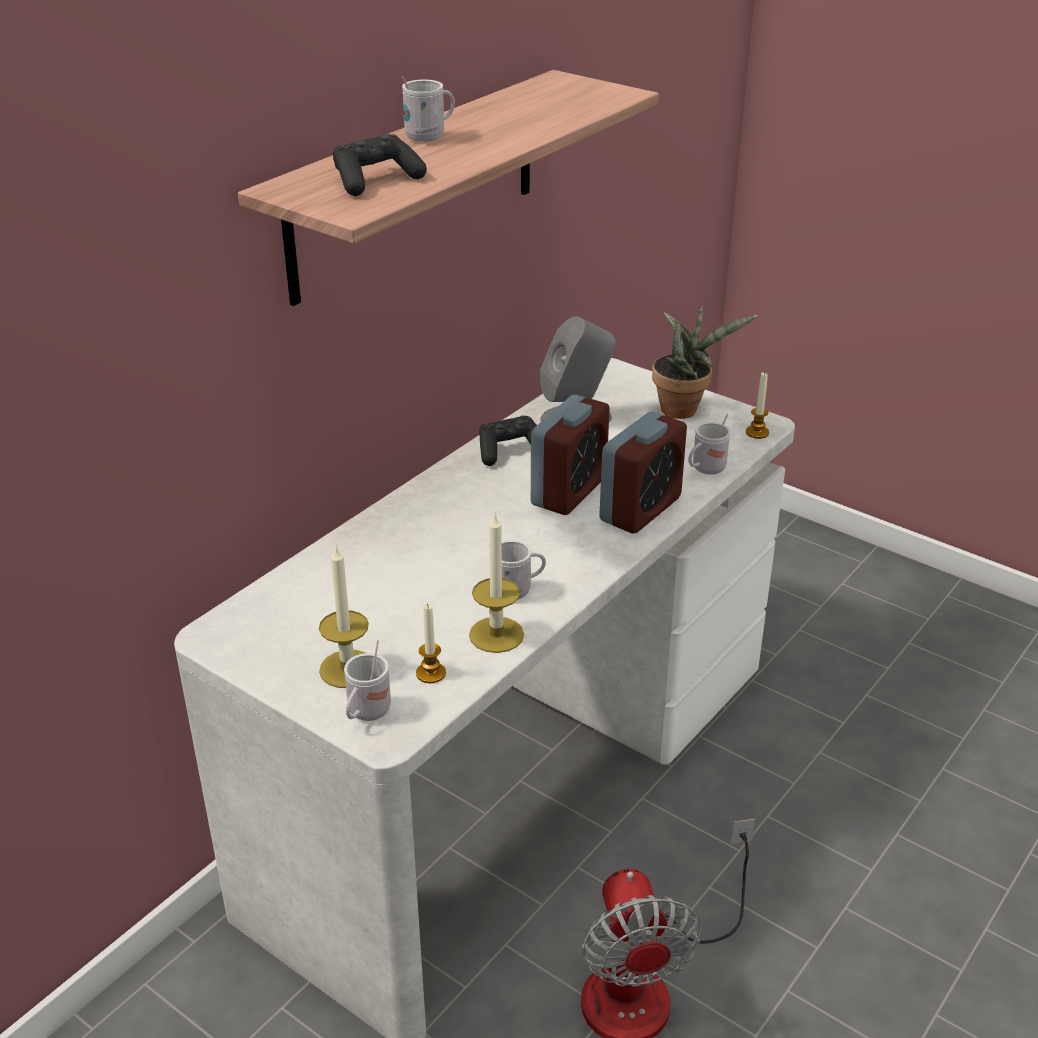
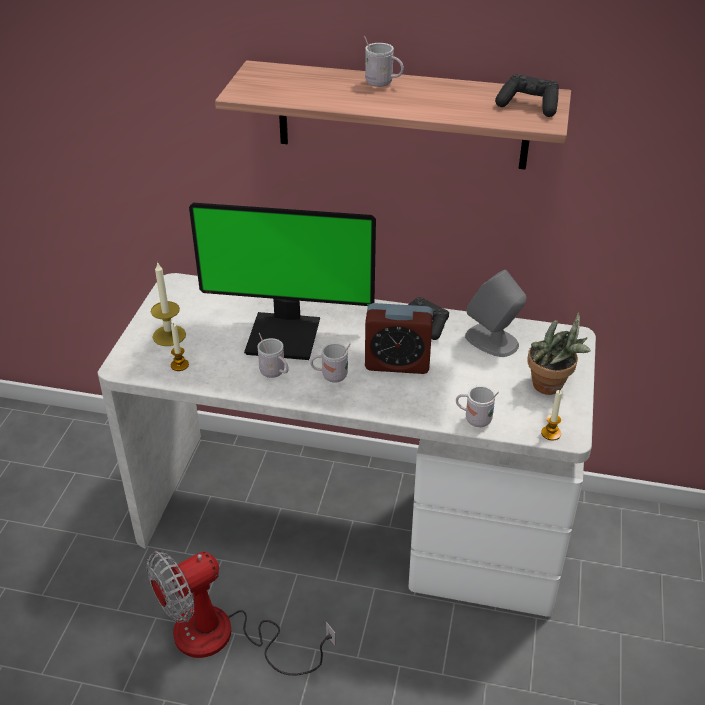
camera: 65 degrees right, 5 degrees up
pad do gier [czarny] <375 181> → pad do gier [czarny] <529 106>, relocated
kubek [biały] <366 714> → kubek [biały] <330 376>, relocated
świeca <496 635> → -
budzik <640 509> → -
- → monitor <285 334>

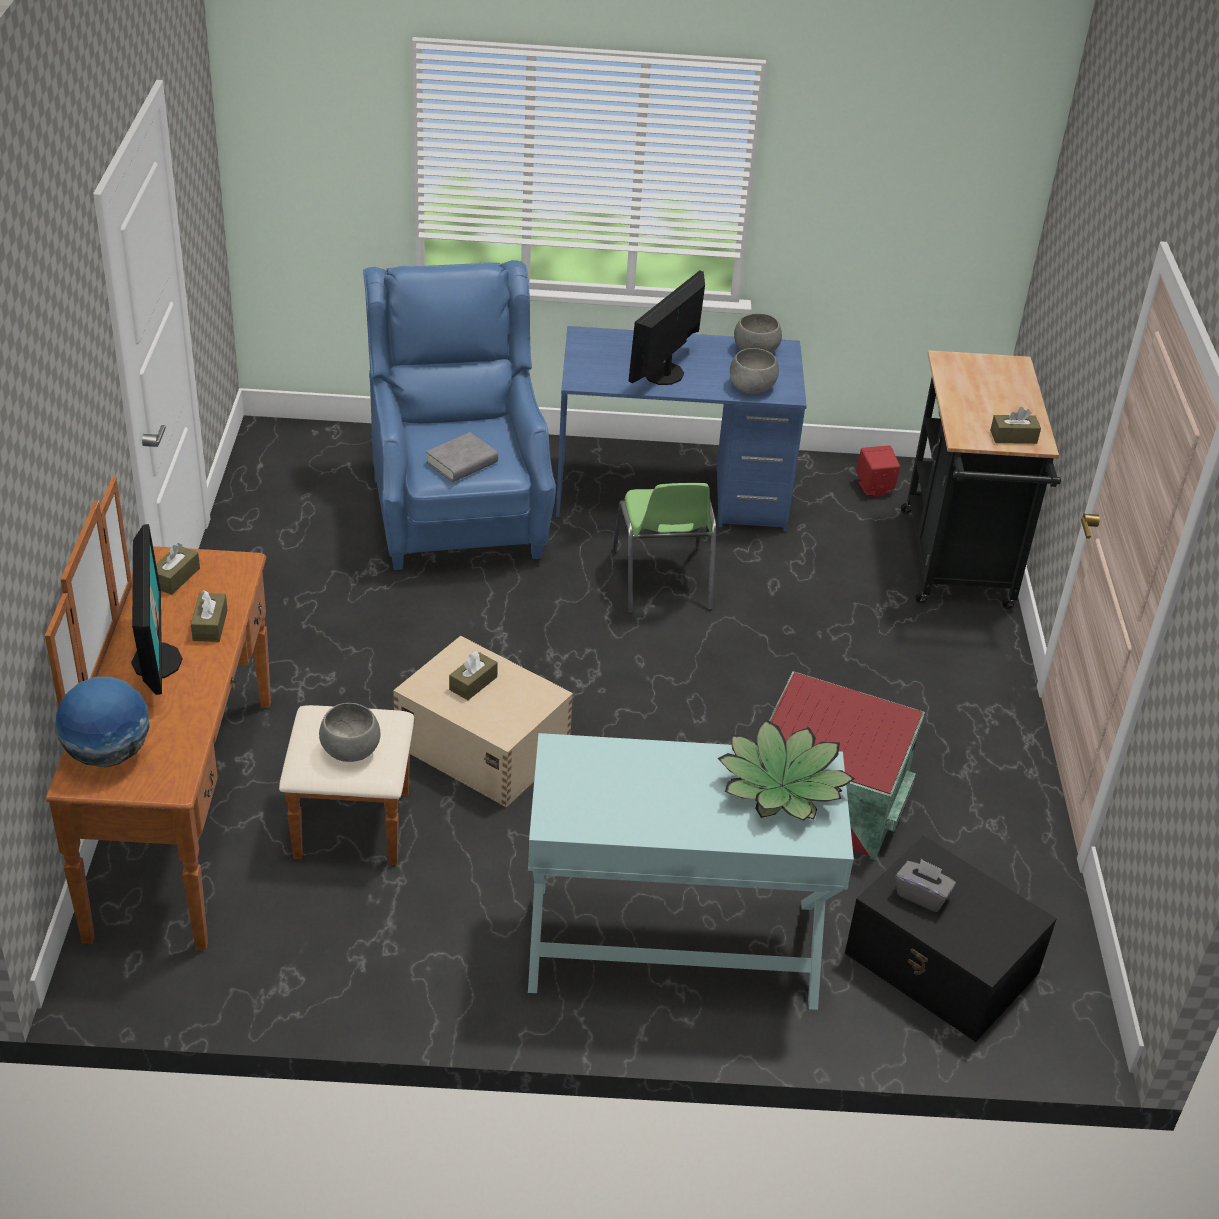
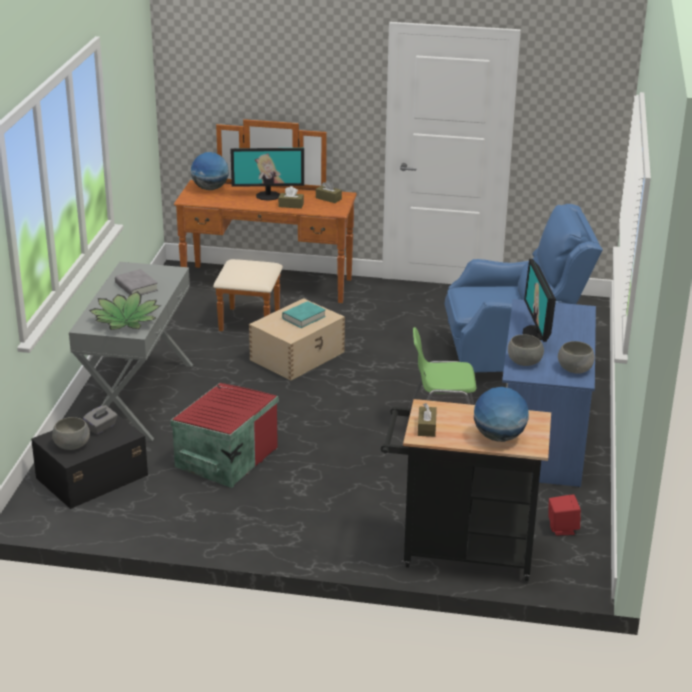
camera: 100 degrees right, 10 degrees down
miska [szary] <351 750> → miska [szary] <71 445>, relocated
książka [szary] <462 463> → książka [szary] <136 287>, relocated
pudełko chusteczek [brązowy] <473 683> → książka [turkusowy] <304 317>
stolik konsolowy [turkusowy] <672 946> → stolik konsolowy [szary] <138 397>
monitor <664 374> → monitor <536 333>, 135 degrees counterclockwise
- → globus <499 437>

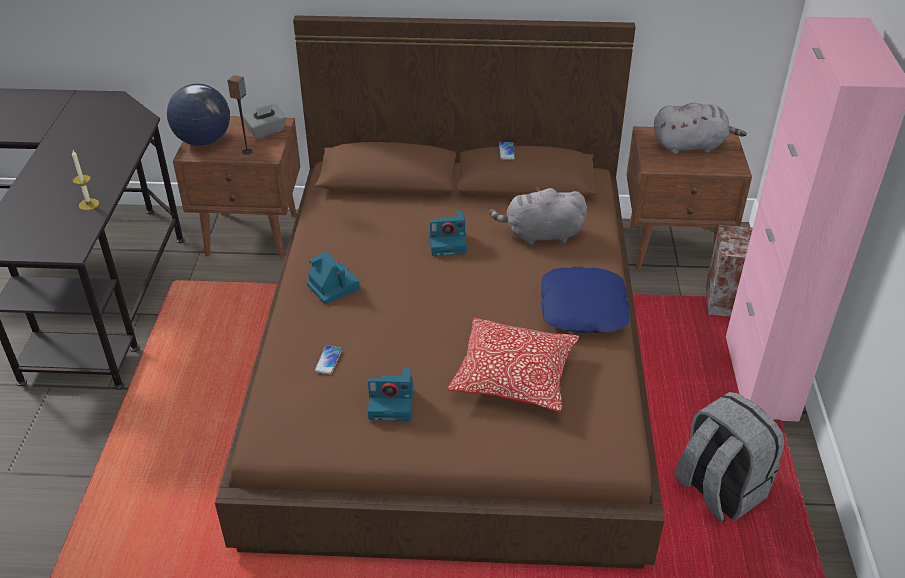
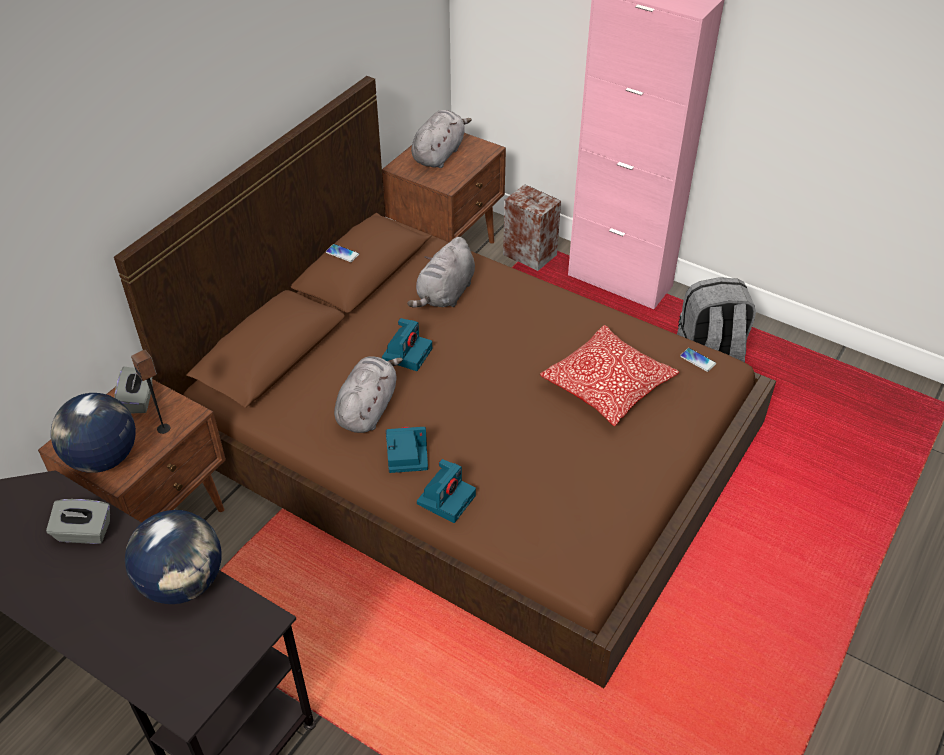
camera: 60 degrees left, 5 degrees up
świeca <89 204> → globus <183 583>
telefon <328 360> → telefon <697 360>, relocated
aparat fotograficzny <392 402> → aparat fotograficzny <446 498>, relocated
poduszka [niebieski] <584 308> → -
- → pudełko chusteczek [szary] <84 533>
- → pluszak [szary] <368 408>

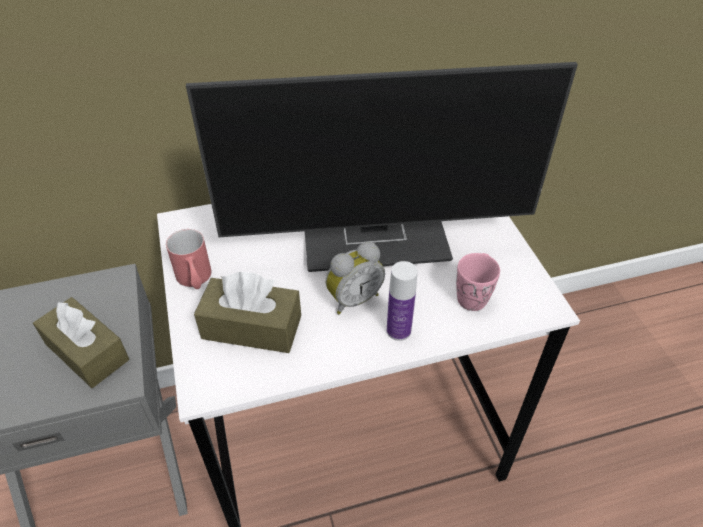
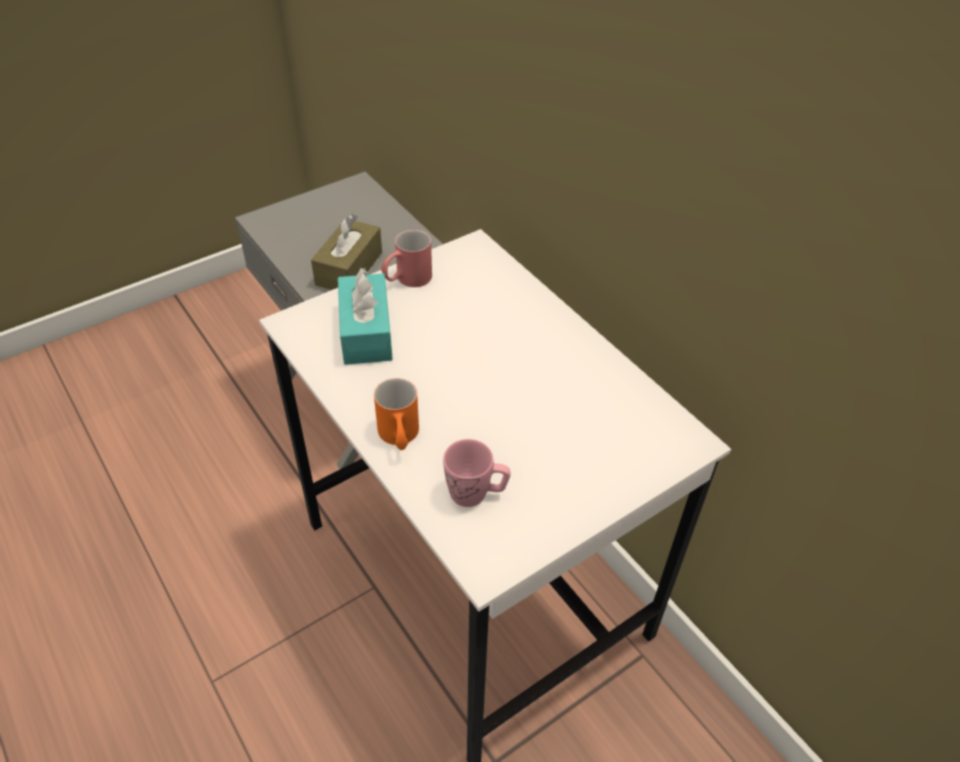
camera: 70 degrees right, 0 degrees up
monitor <377 236> → -
pudełko chusteczek [brązowy] <252 327> → pudełko chusteczek [turkusowy] <366 332>
budzik <353 298> → -
butelka <398 330> → kubek [pomarańczowy] <399 438>

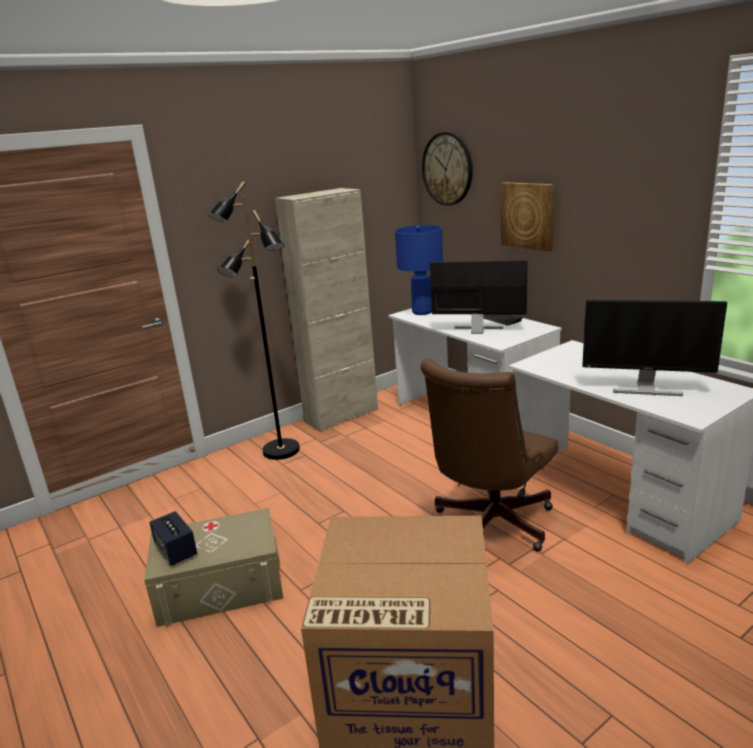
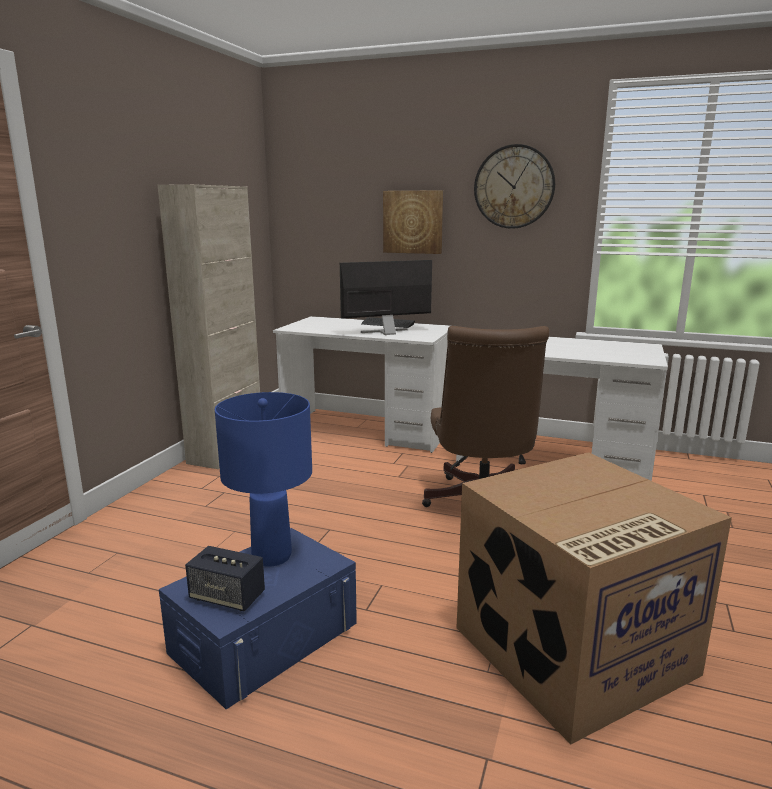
camera: 35 degrees left, 5 degrees down
pojemnik do przechowywania [beżowy] <220 585> → pojemnik do przechowywania [niebieski] <265 637>
lampa stojąca [czarny] <280 451> → -
lampa stołowa [niebieski] <422 312> → lampa stołowa [niebieski] <272 556>, relocated
zegar ścienny <447 169> → zegar ścienny <514 187>, relocated
monitor <645 388> → -

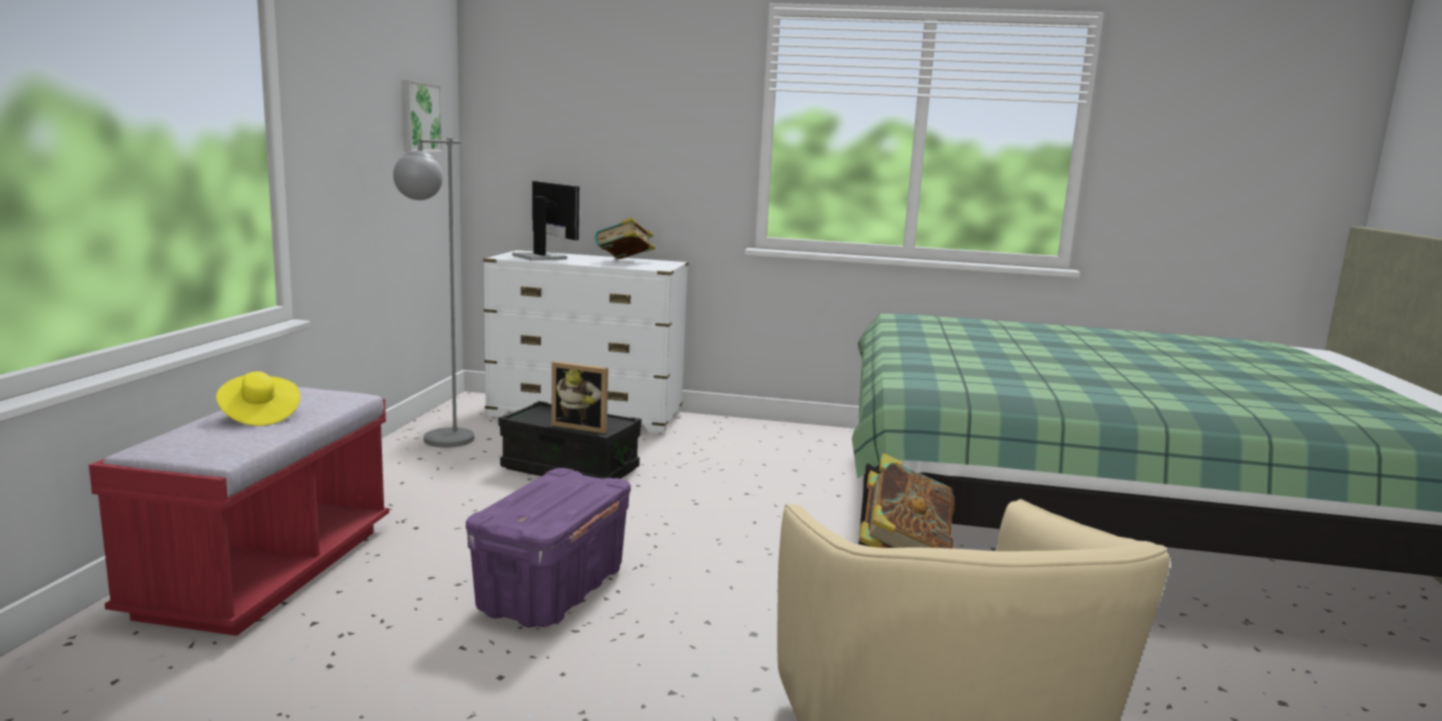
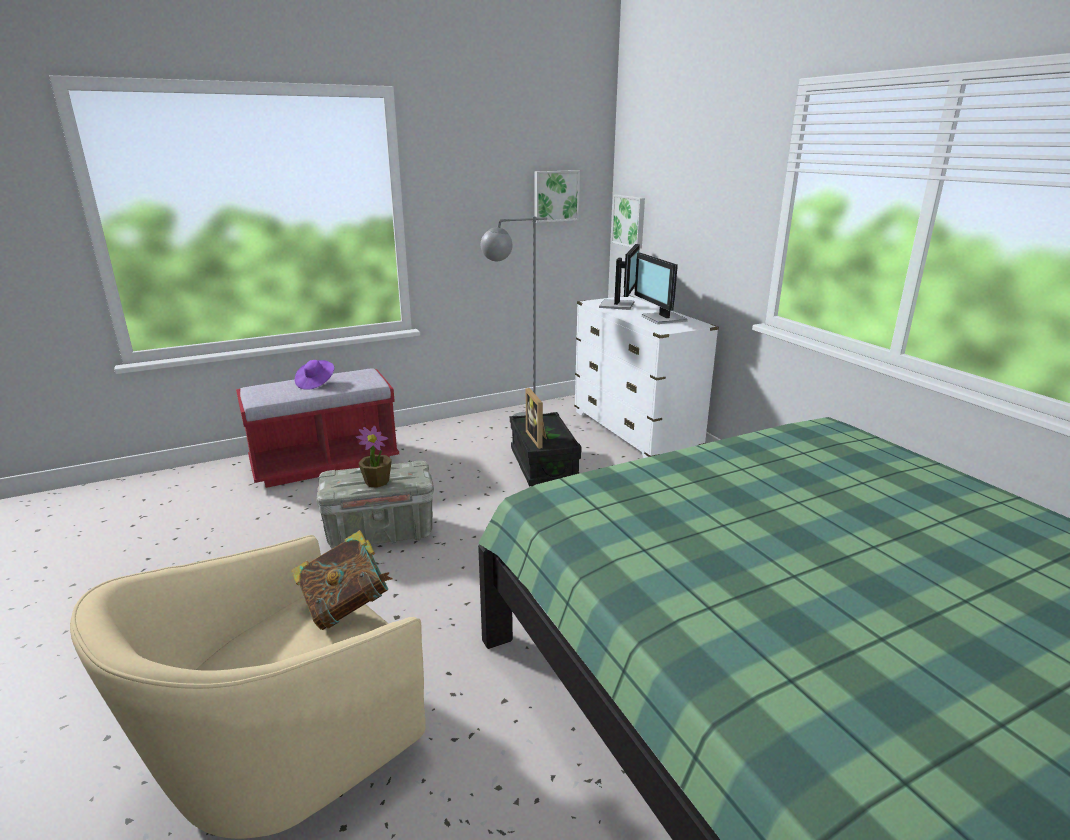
camera: 55 degrees right, 10 degrees up
kapelusz [żółty] <259 416> → kapelusz [fioletowy] <315 383>
pojemnik do przechowywania [fioletowy] <552 590> → pojemnik do przechowywania [szary] <381 532>
książka <624 262> → monitor <662 319>
- → roślina doniczkowa <377 482>
- → obraz <629 221>

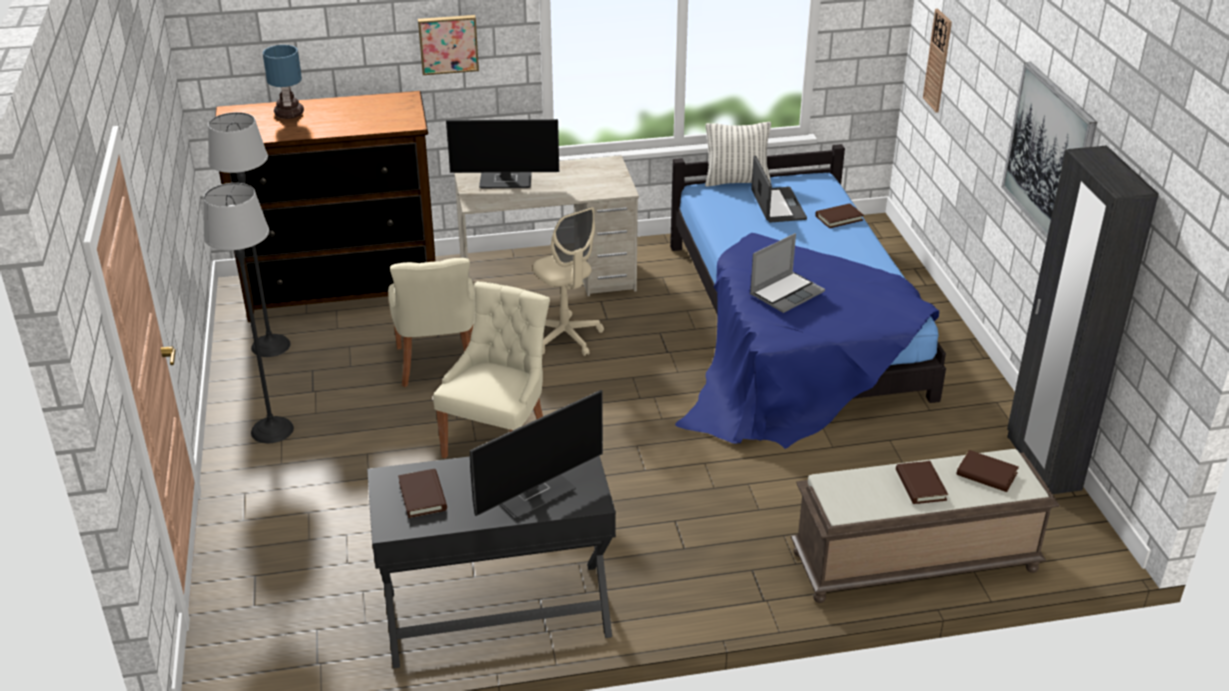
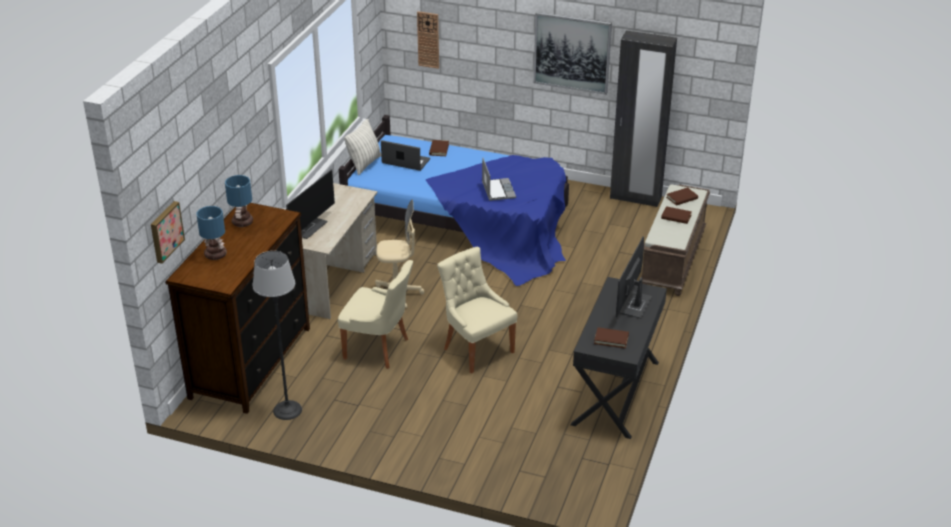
camera: 60 degrees left, 0 degrees up
lampa stojąca <272 430> → -
obraz <448 43> → obraz <165 231>, relocated
monitor <534 492> → monitor <634 305>, 150 degrees counterclockwise
- → lampa stołowa <242 223>

